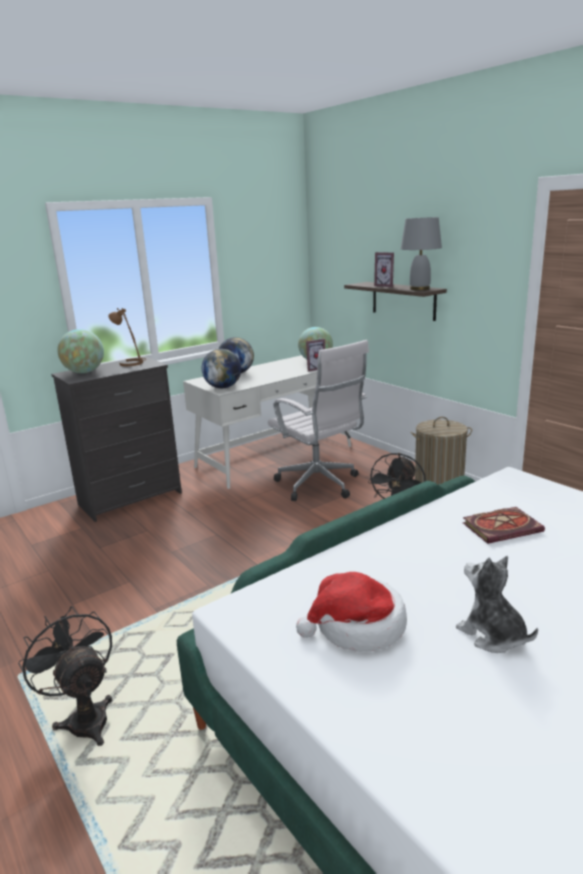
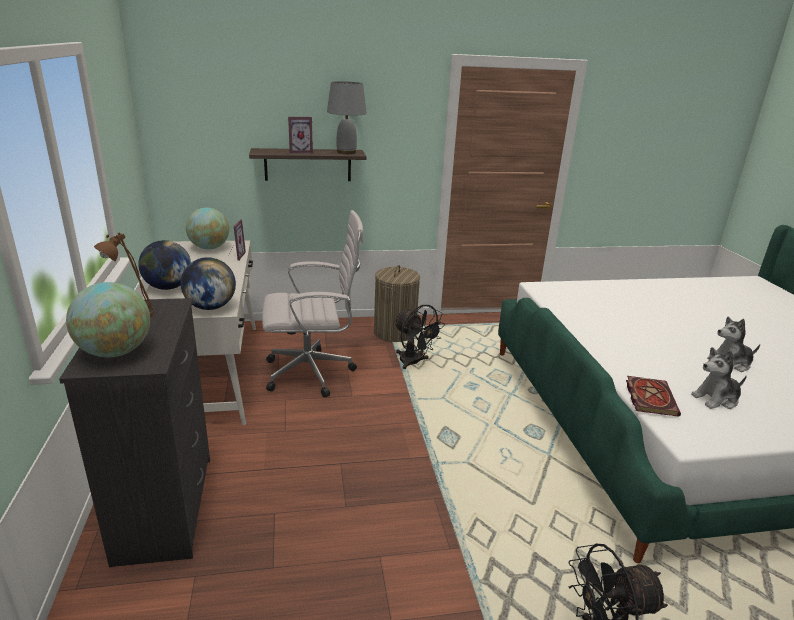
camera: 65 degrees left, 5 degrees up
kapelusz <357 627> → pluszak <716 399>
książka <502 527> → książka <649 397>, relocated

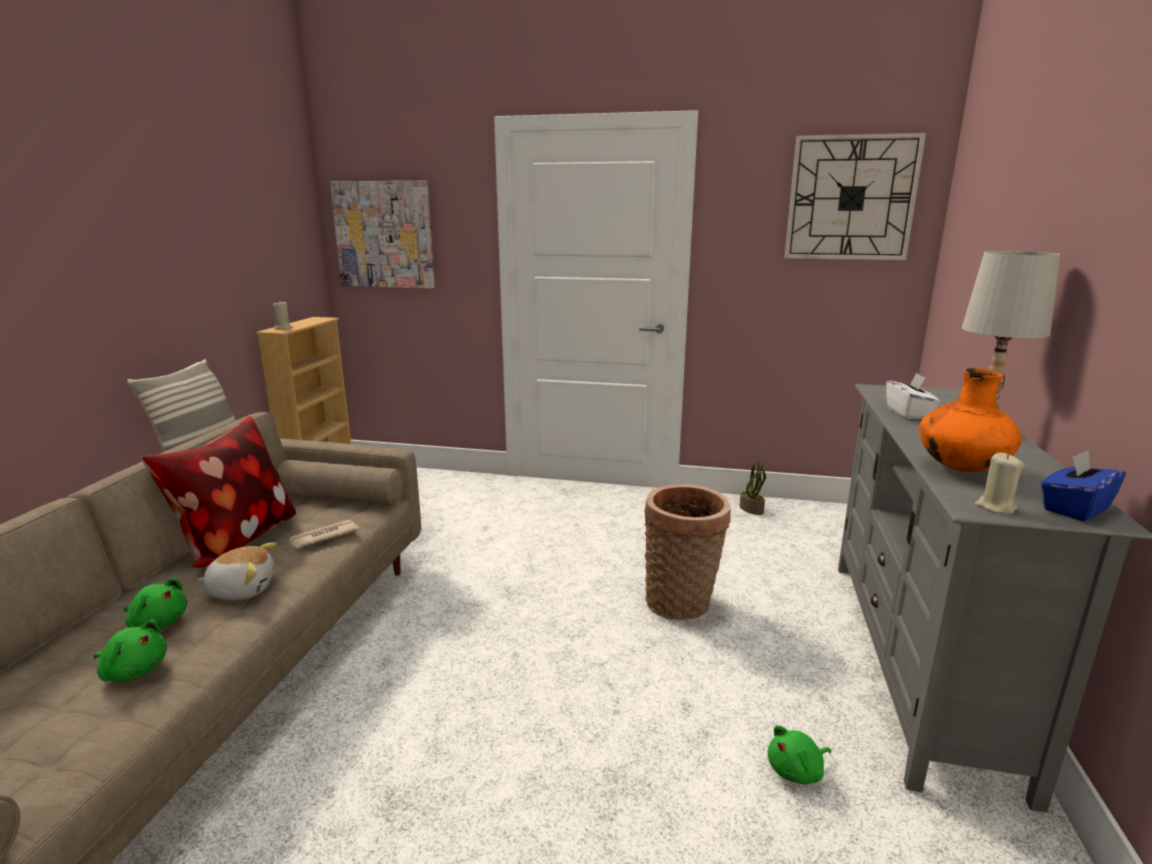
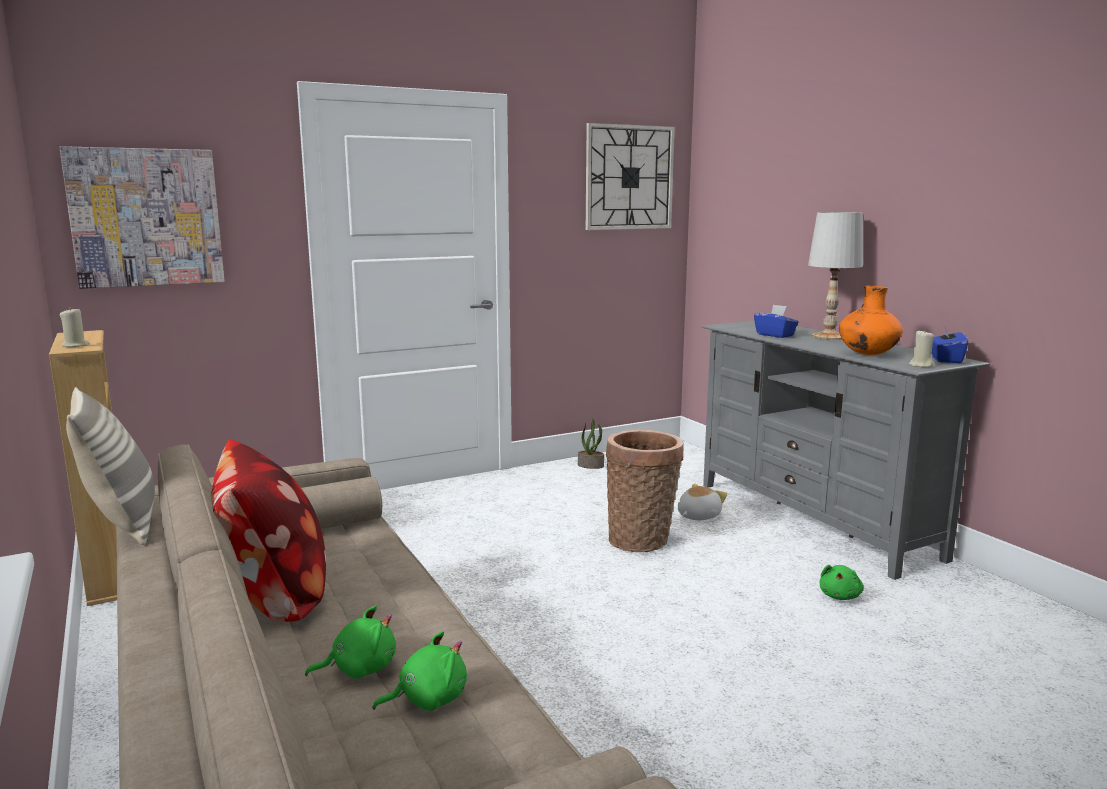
camera: 40 degrees left, 5 degrees down
pluszak <242 589> → pluszak <697 516>, relocated
gazeta <323 536> → -
pudełko chusteczek [biały] <908 413> → pudełko chusteczek [niebieski] <775 335>

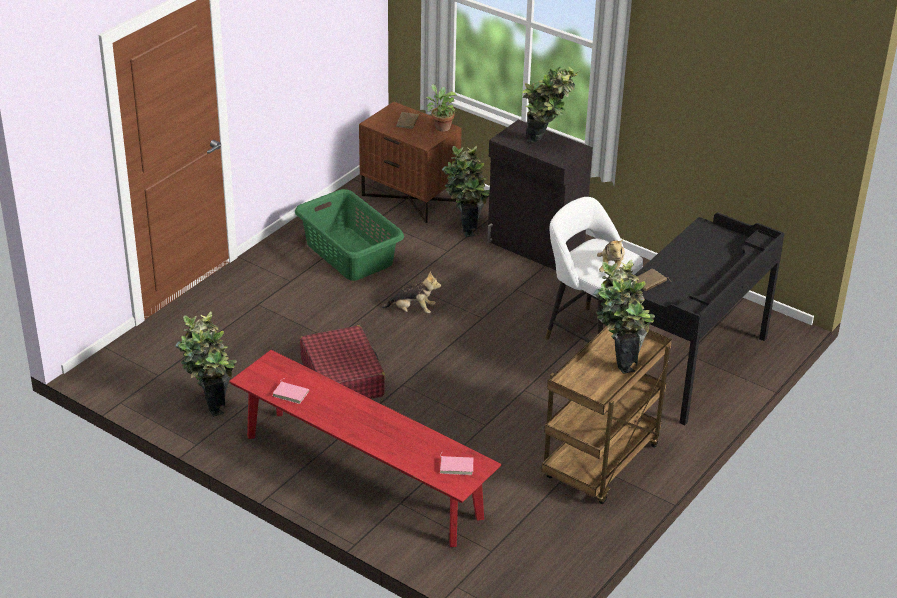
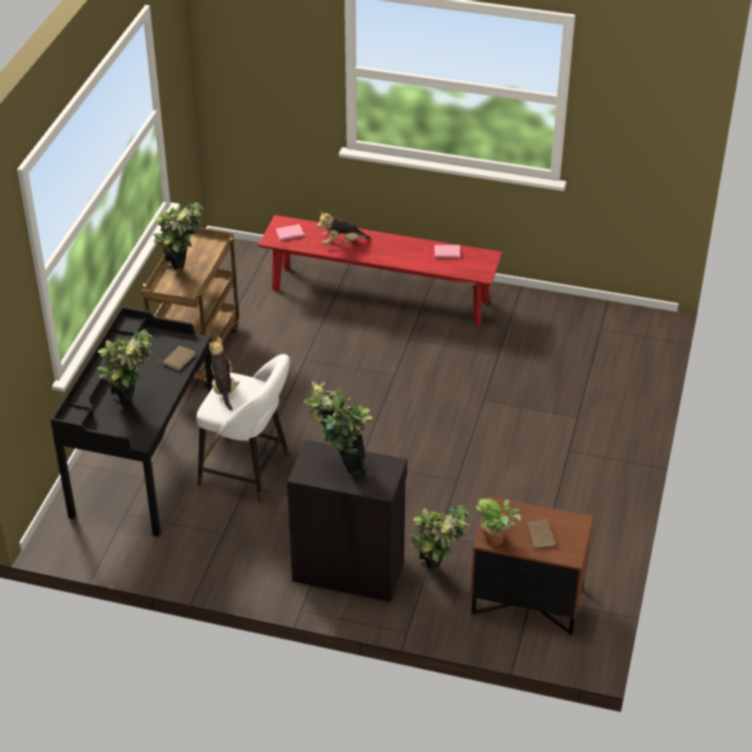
camera: 160 degrees right, 5 degrees up
roślina doniczkowa <211 402> → roślina doniczkowa <133 408>, relocated
kosz na pranie [zielony] <349 253> → -
walizka [czerwony] <342 377> → -
pluszak <412 310> → pluszak <342 242>, relocated

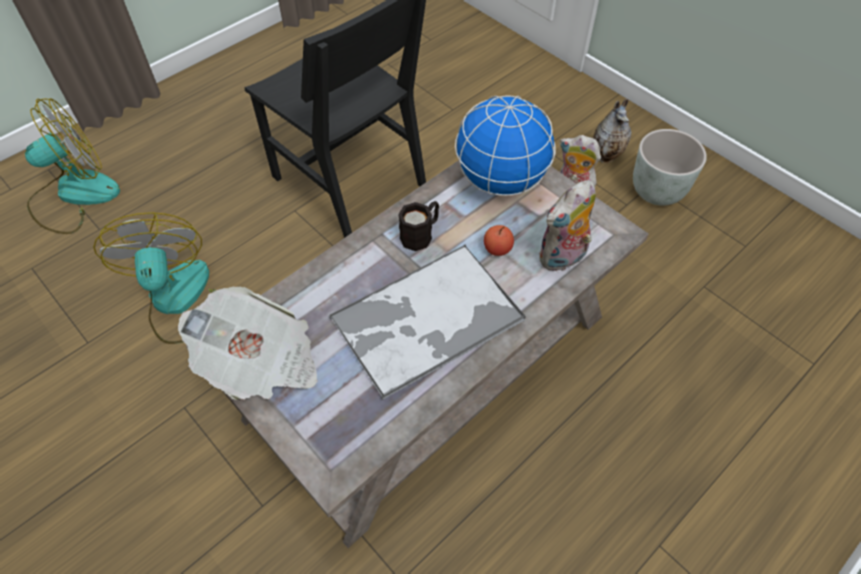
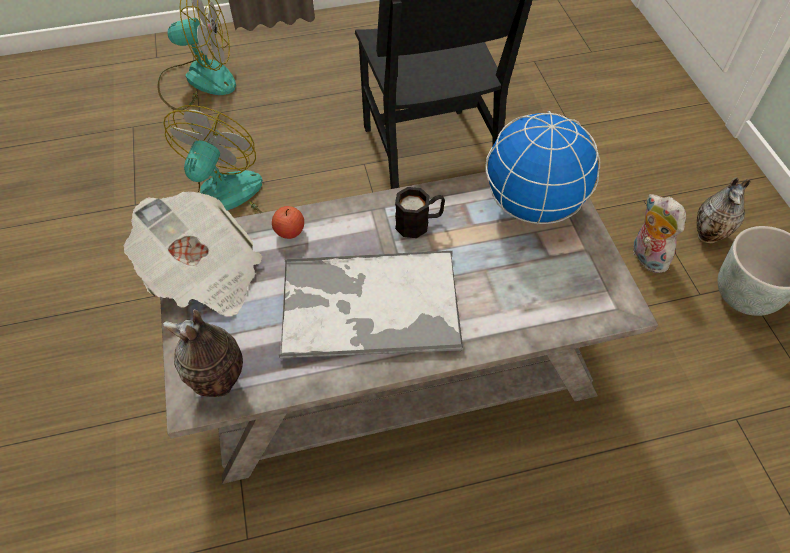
camera: 30 degrees right, 0 degrees up
jabłko <497 249> → jabłko <290 231>, relocated
pluszak <562 259> → -
- → wazon <219 384>

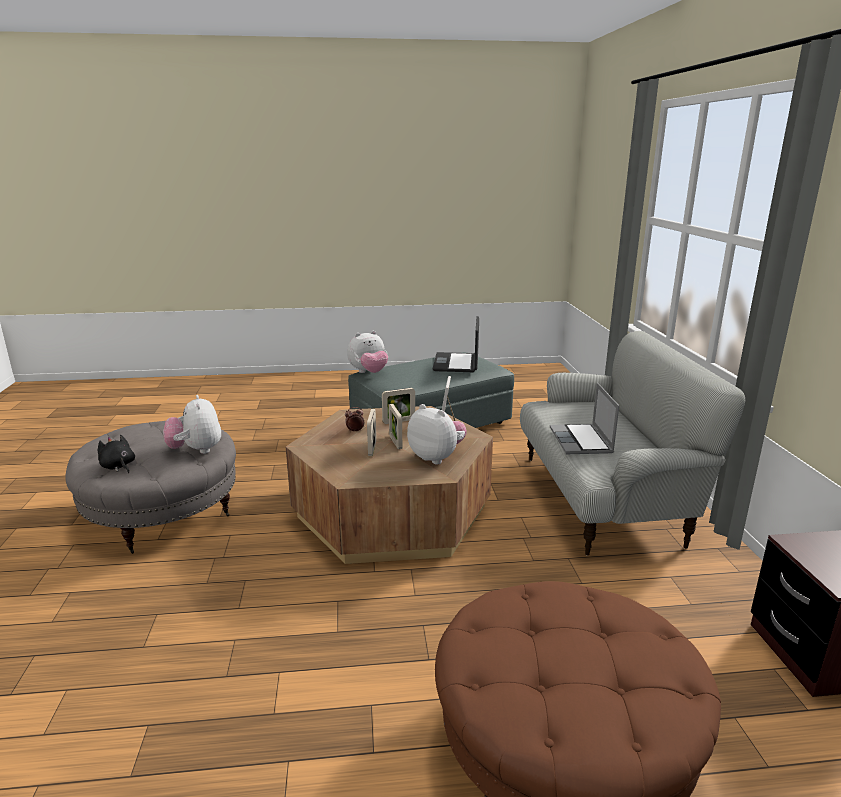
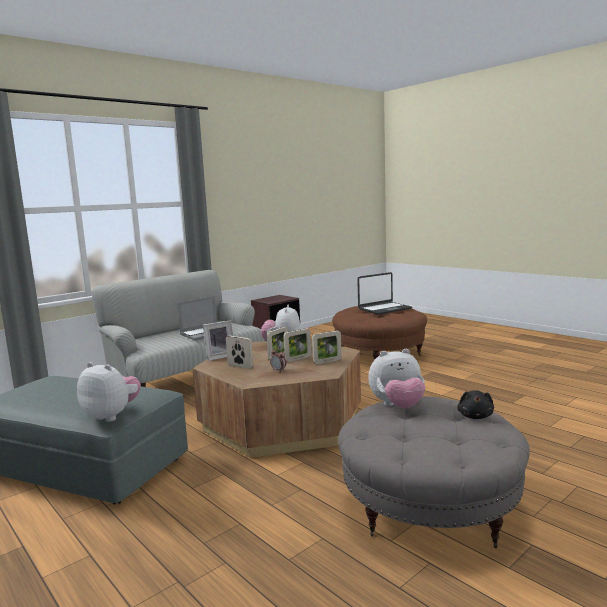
camera: 125 degrees left, 10 degrees down
pluszak <196 450> → pluszak <397 406>, 45 degrees clockwise
laptop <456 363> → laptop <384 309>, relocated
- → ramka na zdjęcie <327 361>

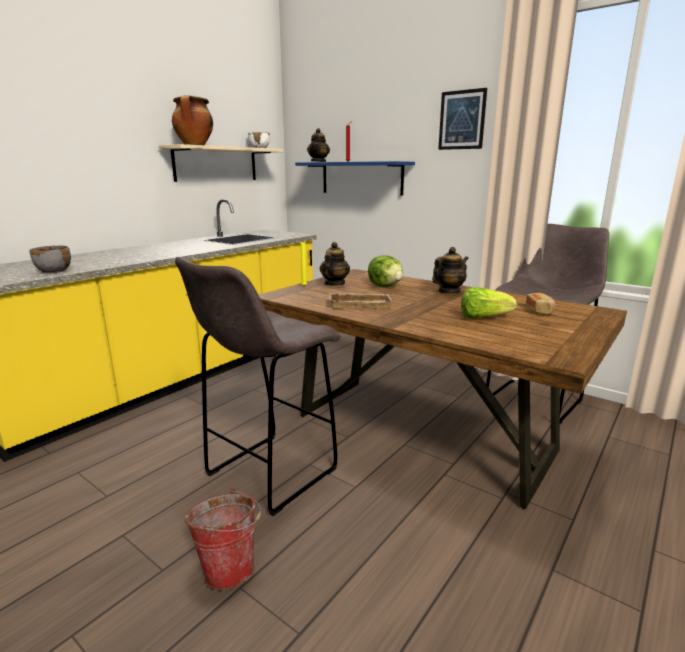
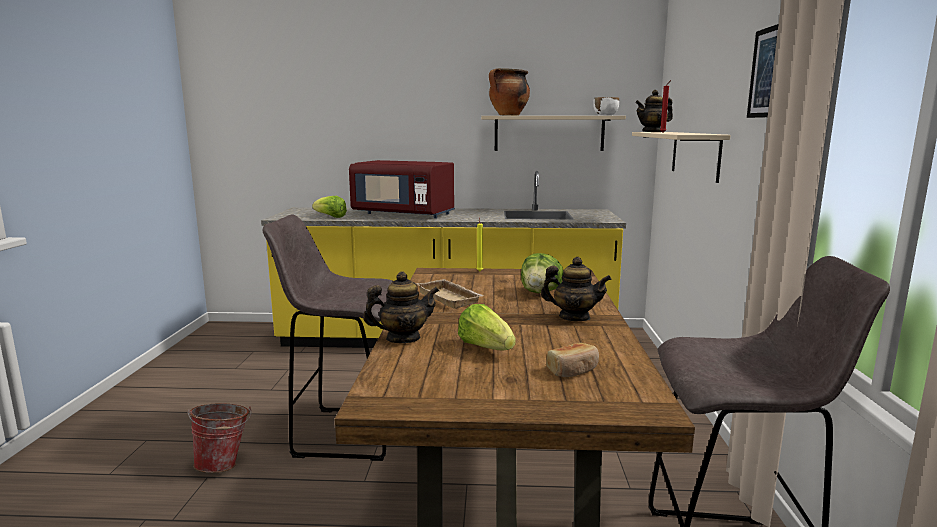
camera: 55 degrees right, 5 degrees down
miska [szary] <53 271> → sałata <330 217>
półka [niebieski] <361 178> → półka [beżowy] <695 154>
imbryk <334 284> → imbryk <403 338>, relocated
- → mikrofalówka [czerwony] <404 214>

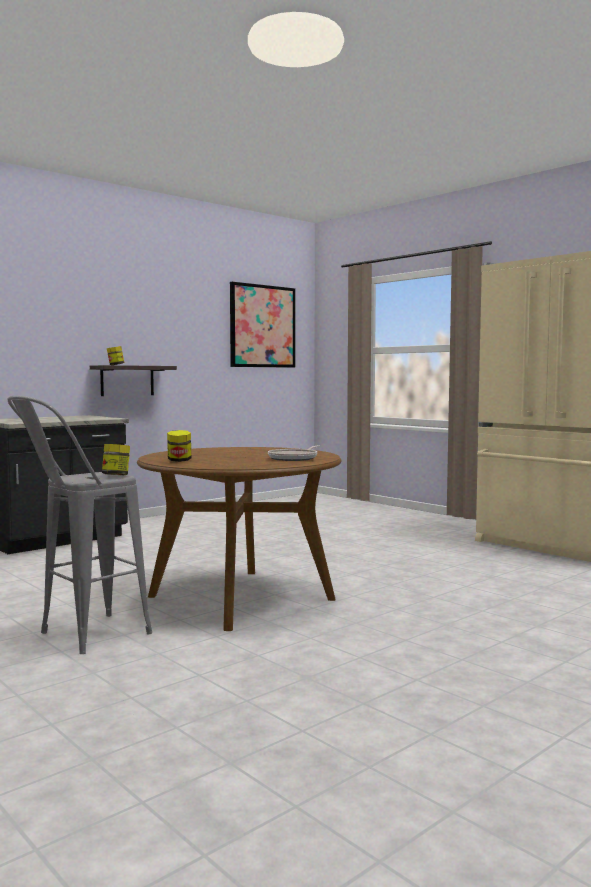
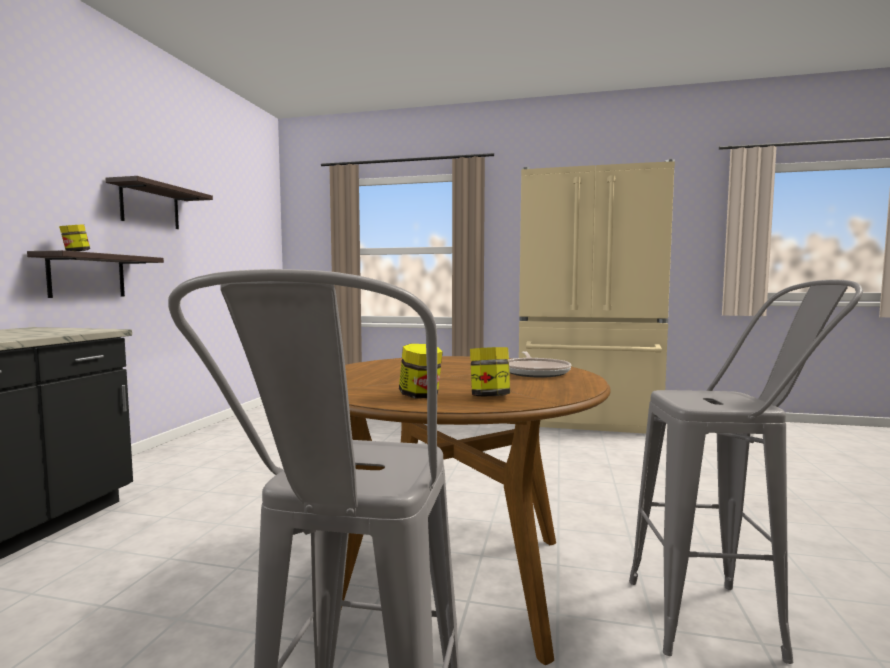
camera: 35 degrees left, 0 degrees up
słoik <116 476> → słoik <490 397>, relocated
obraz <262 326> → -
- → półka <150 206>
- → stołek [szary] <726 619>

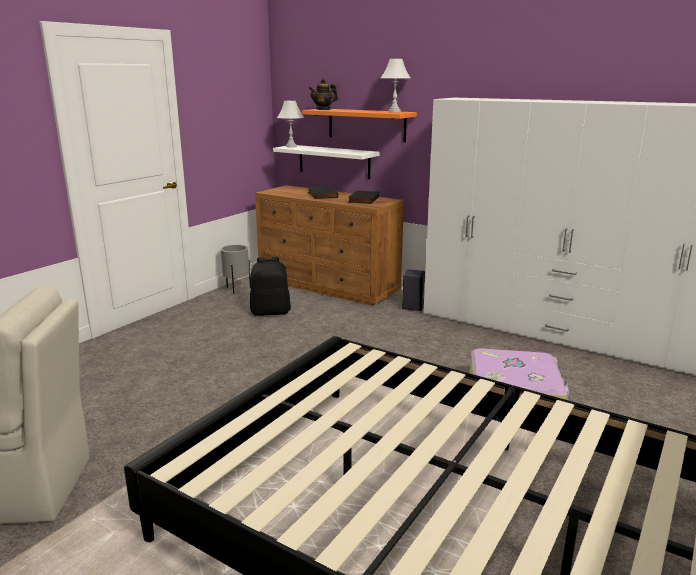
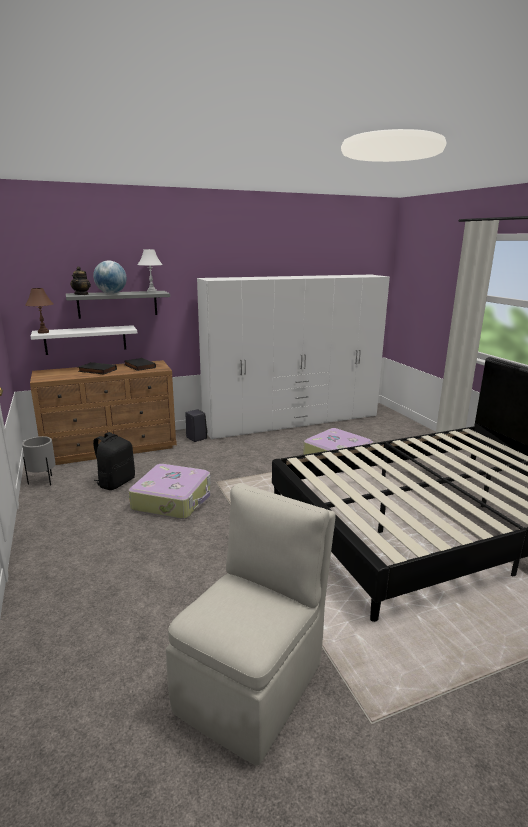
camera: 55 degrees left, 0 degrees up
lampa stołowa [biały] <291 146> → lampa stołowa [brązowy] <43 332>
półka [pomarańczowy] <366 124> → półka [szary] <117 304>
- → globus <111 293>
- → walizka <173 500>

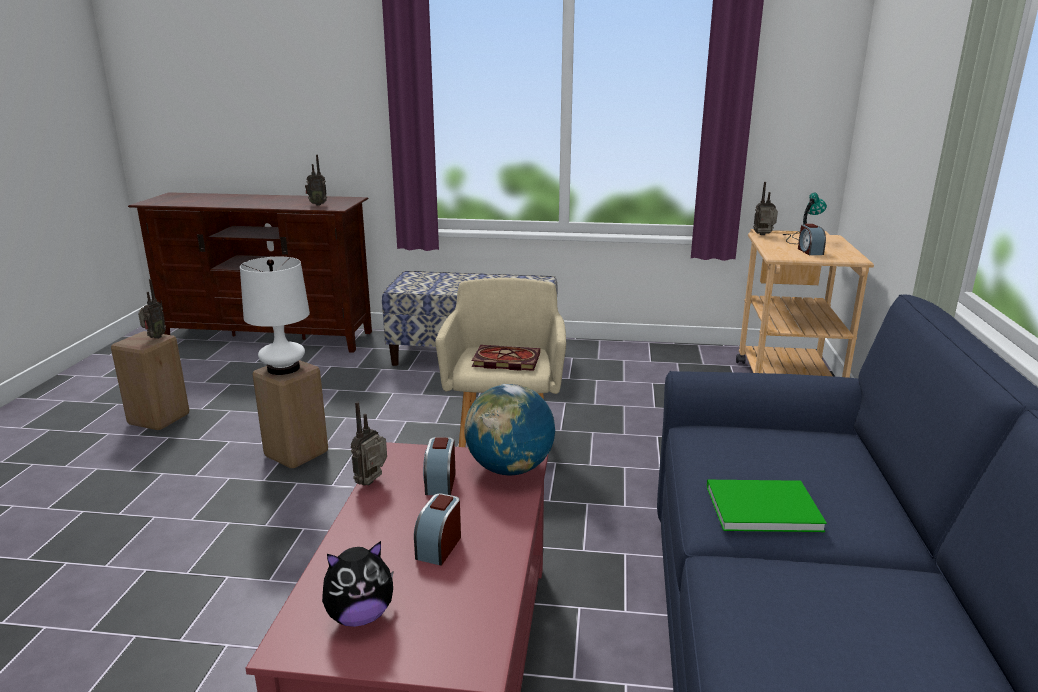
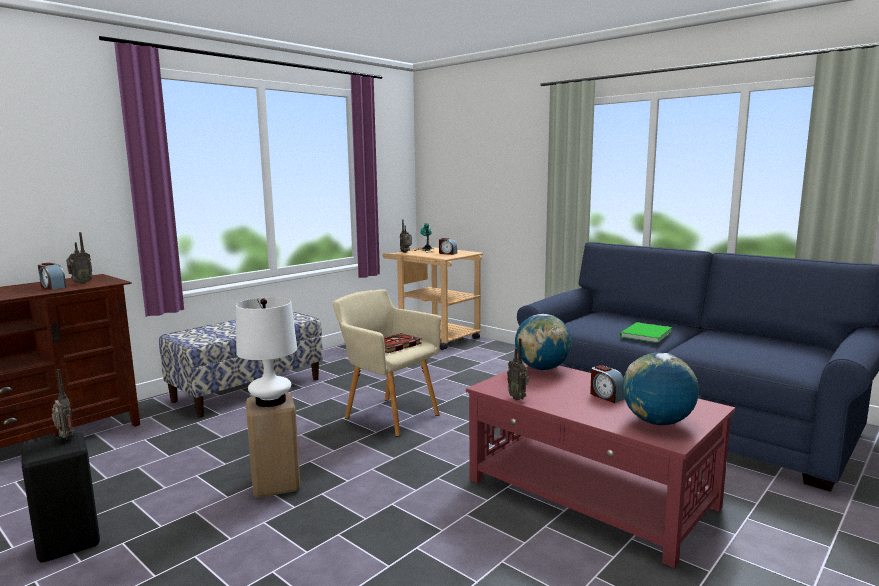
camera: 55 degrees left, 10 degrees down
stołek [beżowy] <159 418> → stołek [czarny] <66 542>
pluszak <360 616> → globus <657 422>
budzik <440 482> → budzik <52 287>, relocated

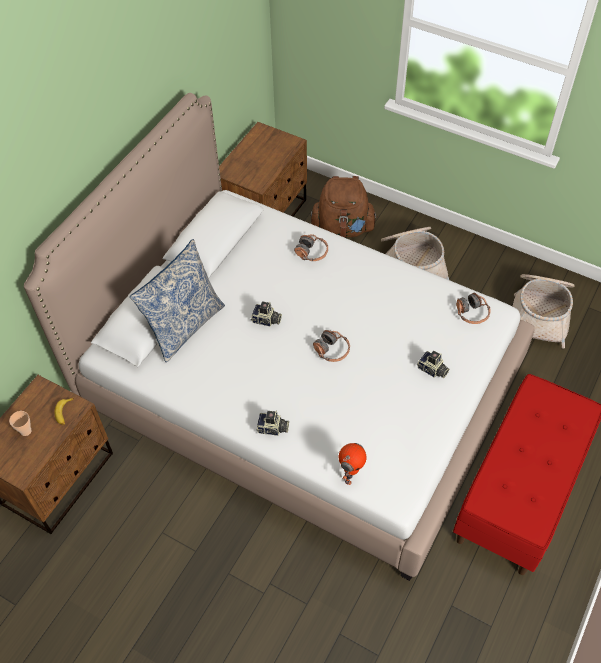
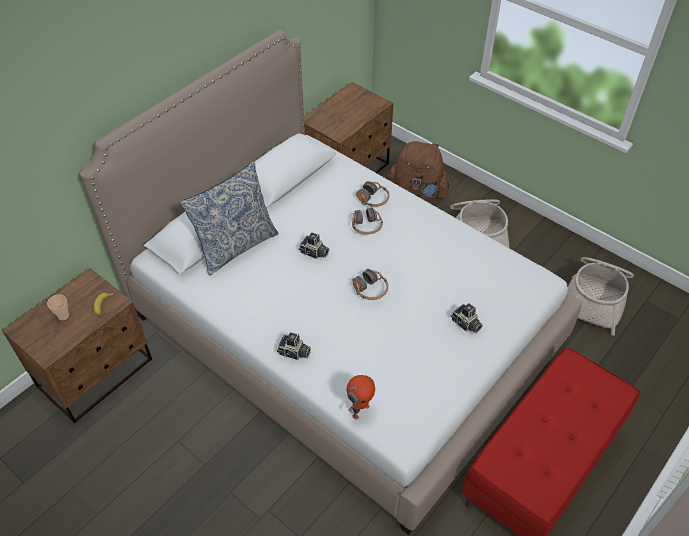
camera: 10 degrees right, 5 degrees down
słuchawki <472 313> → słuchawki <366 226>, relocated

